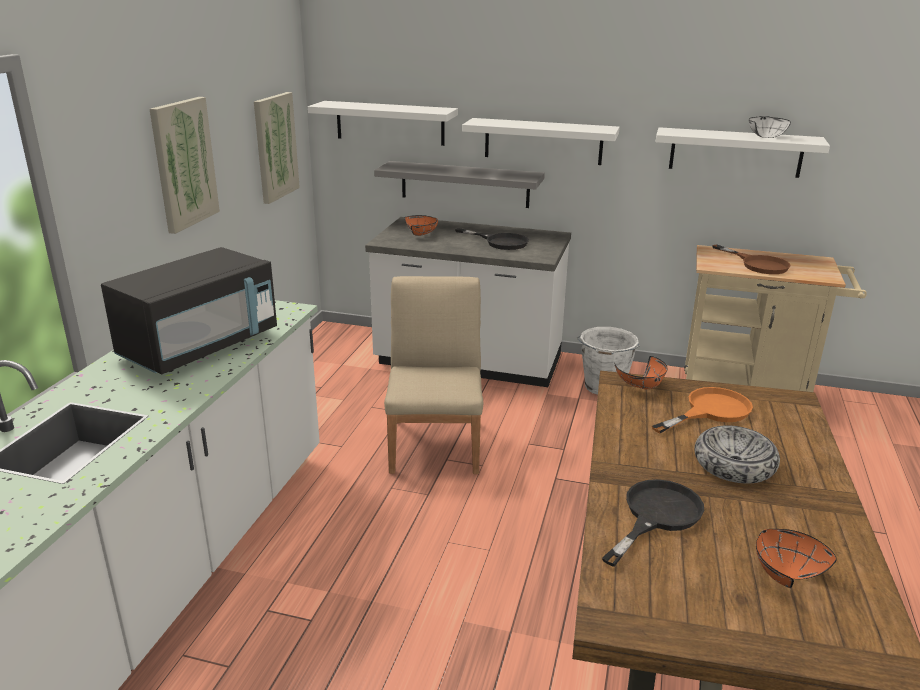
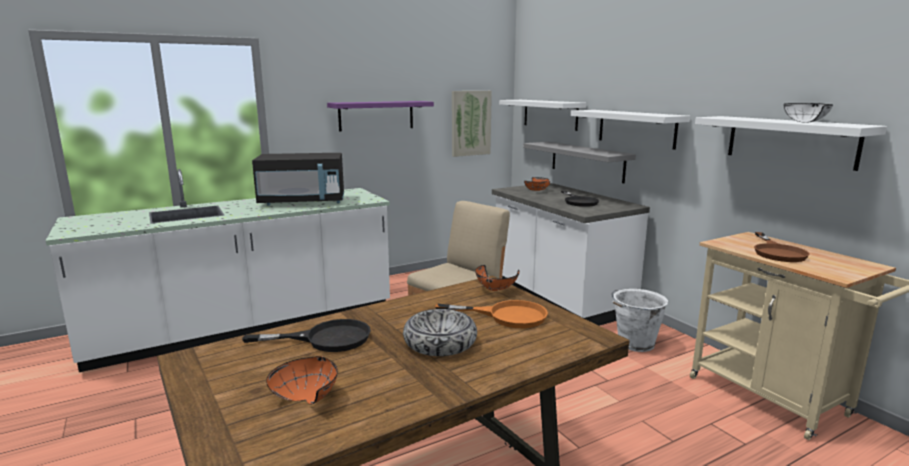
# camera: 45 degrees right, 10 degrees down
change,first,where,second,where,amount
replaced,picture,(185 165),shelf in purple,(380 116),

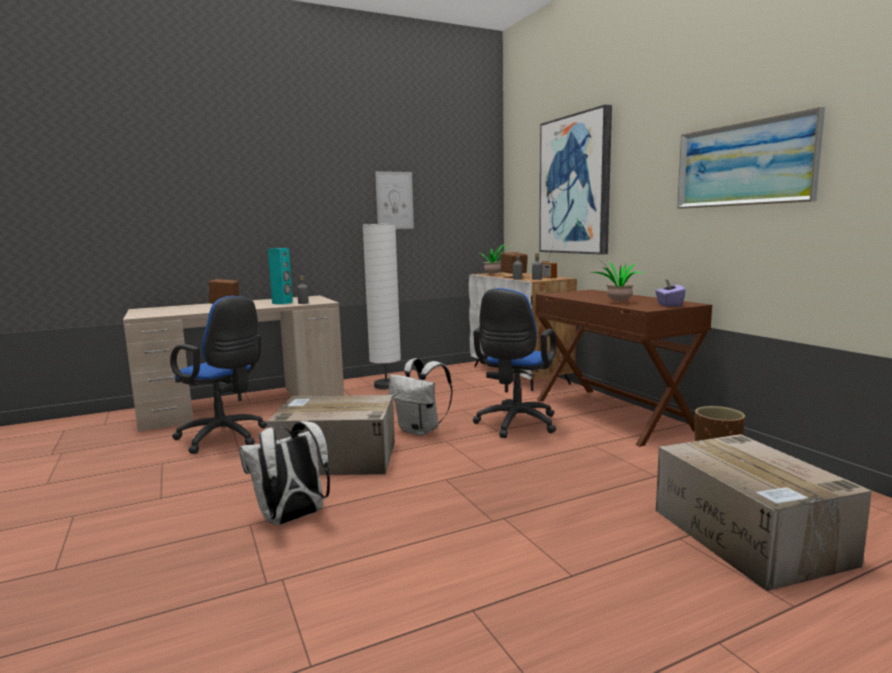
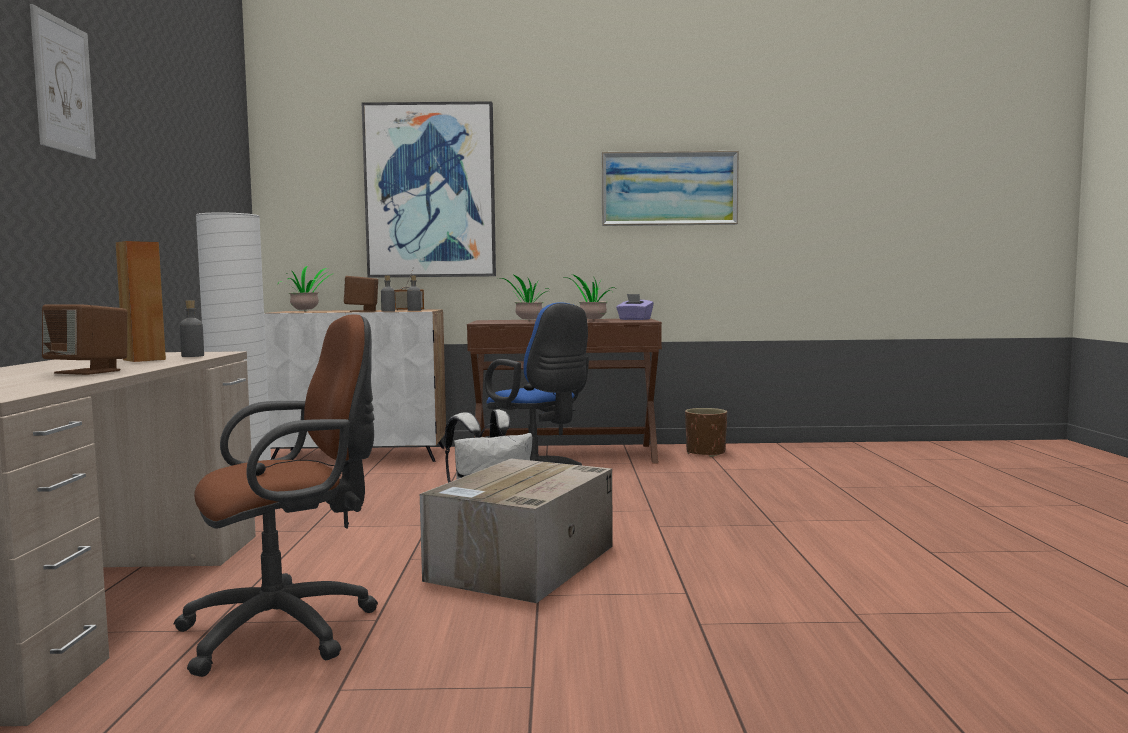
# camera: 65 degrees left, 5 degrees down
change,first,where,second,where,amount
moved,picture,(394 200),,(63 81),
recoloured,speaker in turquoise,(280 276),speaker in brown,(141 301),
recoloured,office chair in blue,(218 375),office chair in brown,(276 495),
removed,backpack in white,(284 473),,,
removed,cardboard box,(764 512),,,
added,,,potted plant,(525 297),

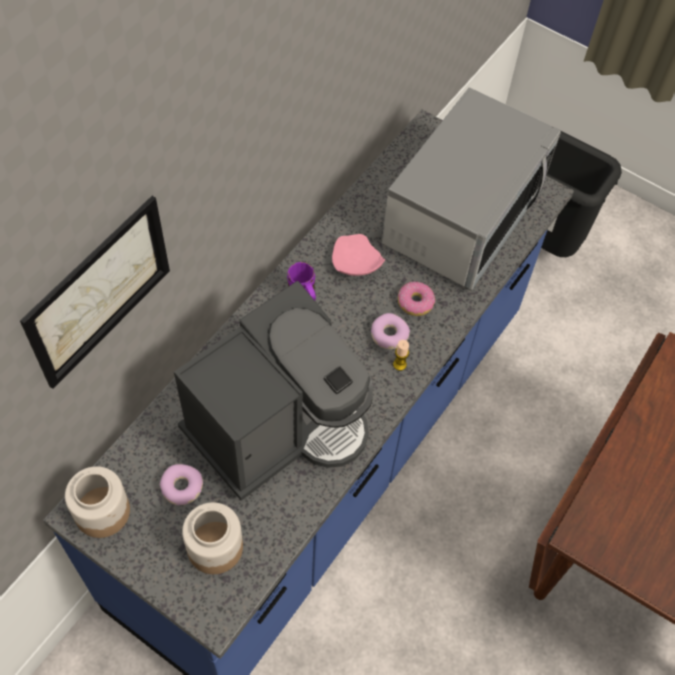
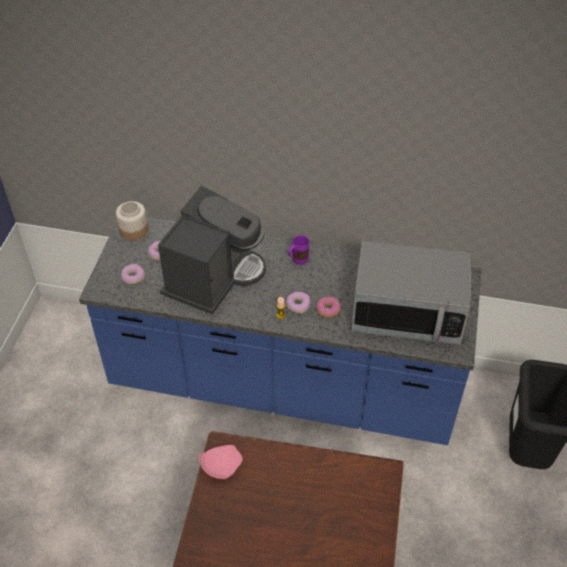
# camera: 70 degrees right, 10 degrees down
change,first,where,second,where,amount
removed,picture,(95 292),,,
moved,plate in pink,(358 255),,(220 462),
turned,coffee machine,(273 391),,(212 250),90 degrees counterclockwise
replaced,jar,(212 538),donut,(133 274),

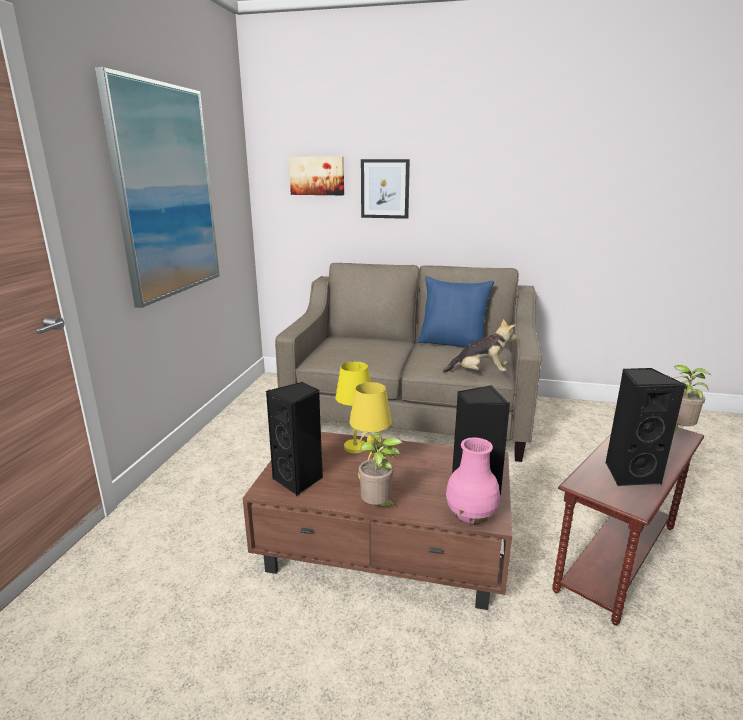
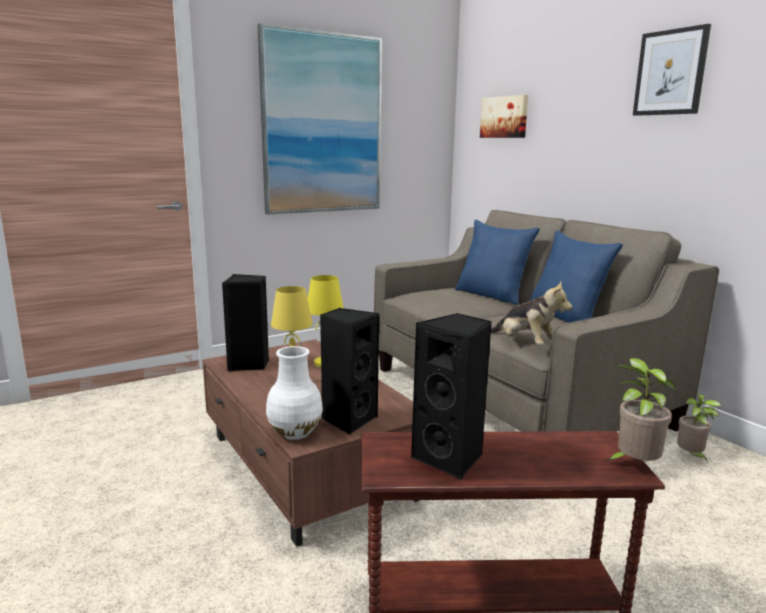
# camera: 45 degrees right, 5 degrees down
change,first,where,second,where,amount
moved,picture,(385 189),,(672 70),
moved,potted plant,(380 471),,(699 428),
recoloured,vase in pink,(473 481),vase in white,(294 393),
added,,,pillow in blue,(497 262),

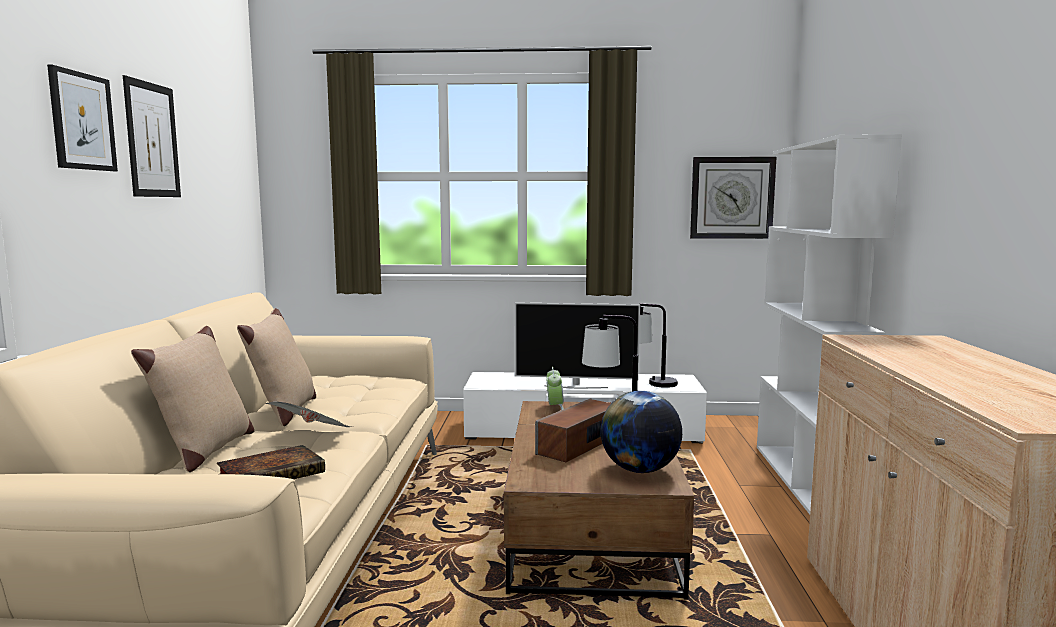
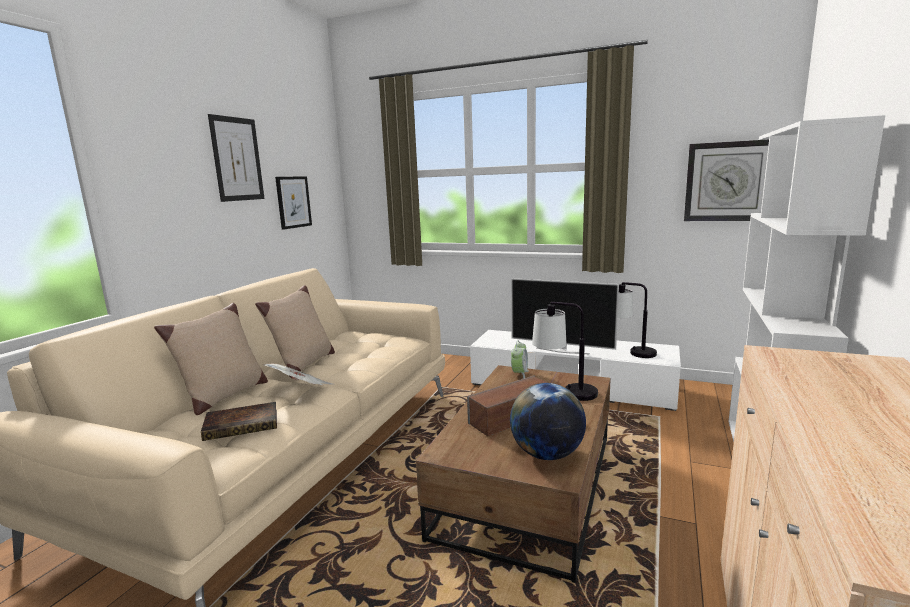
# camera: 20 degrees right, 5 degrees up
change,first,where,second,where,amount
moved,picture,(82 118),,(293 203),

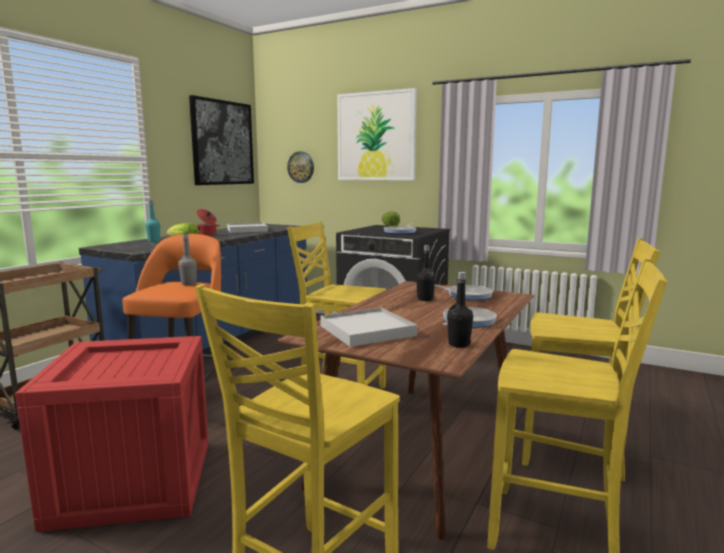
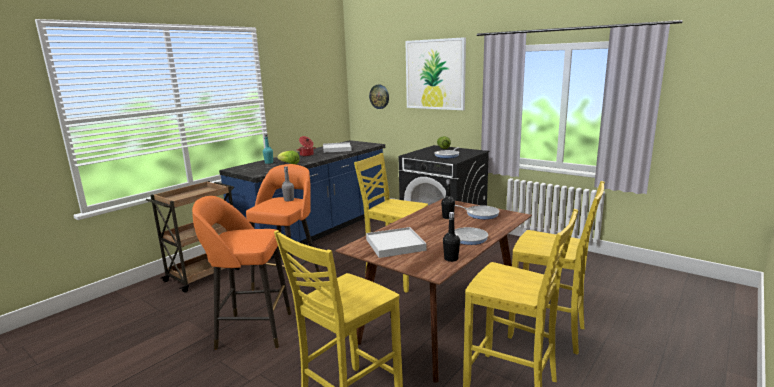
# camera: 10 degrees right, 5 degrees up
change,first,where,second,where,amount
removed,picture,(221 140),,,
replaced,crate,(112 434),stool in orange,(242 273),

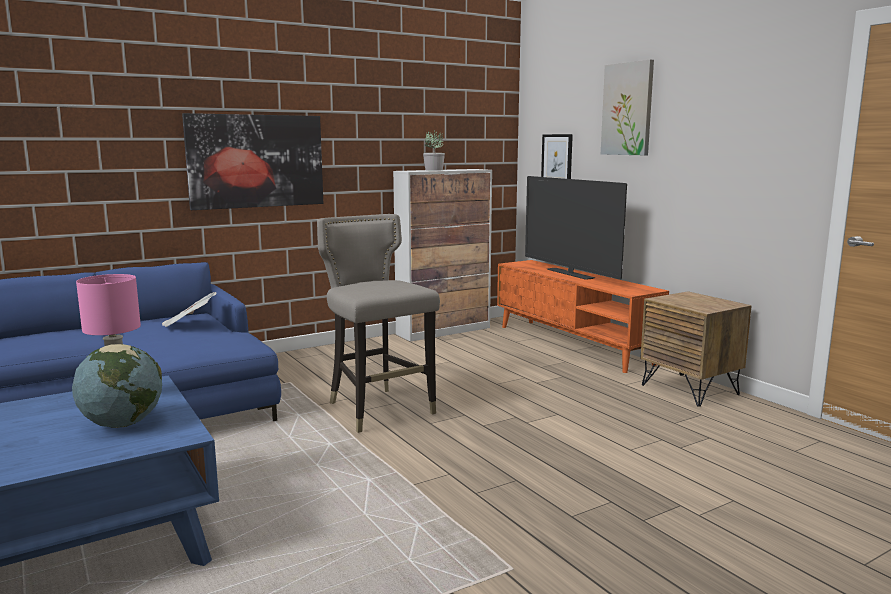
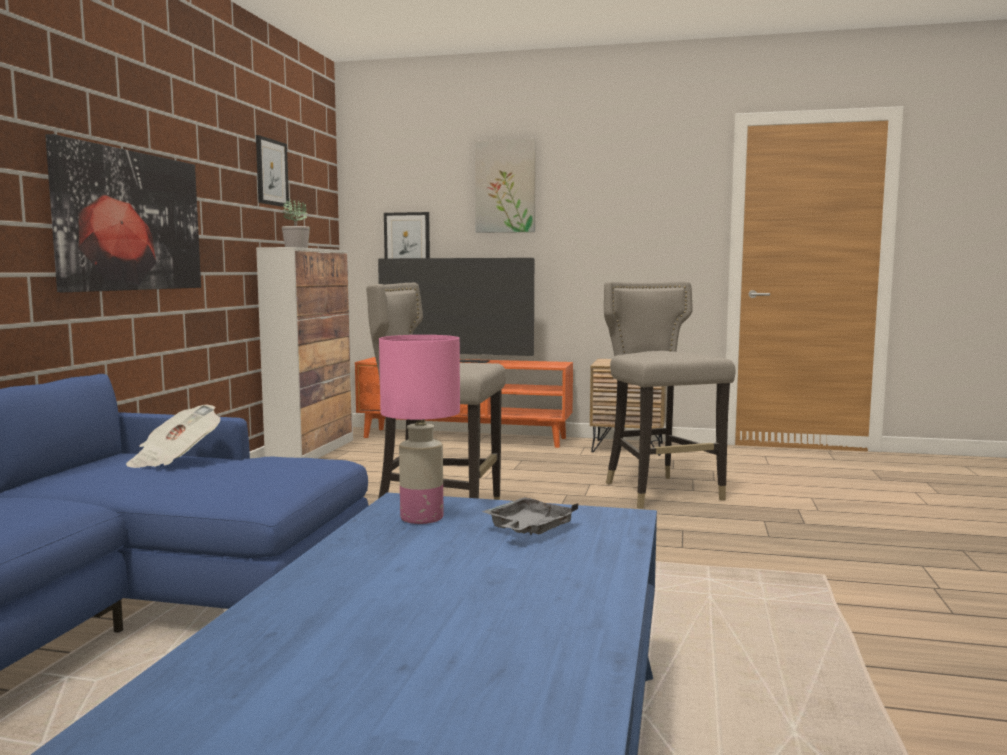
# camera: 45 degrees left, 5 degrees down
change,first,where,second,where,amount
replaced,globe,(117 386),tray in grey,(530 516),
added,,,picture,(272 171),
added,,,stool in grey,(670 395),

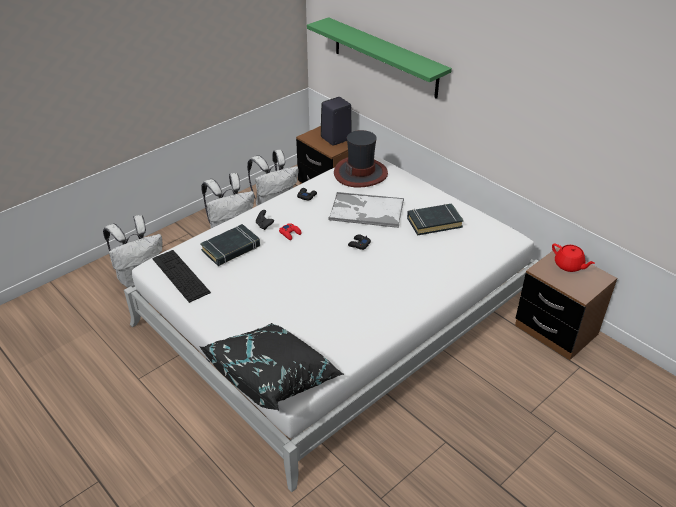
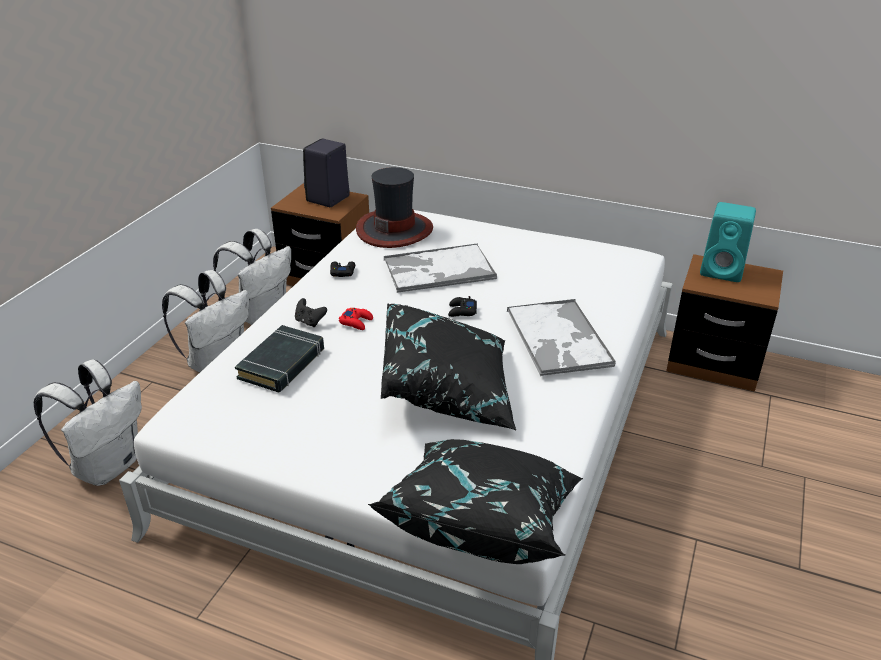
# camera: 25 degrees left, 5 degrees down
change,first,where,second,where,amount
removed,shelf in green,(379 58),,,
removed,book in black,(435 219),,,
replaced,teapot in red,(573 257),speaker in turquoise,(728 242),
removed,keyboard,(181 276),,,
added,,,tray,(561 337),
added,,,pillow in black,(448 367),

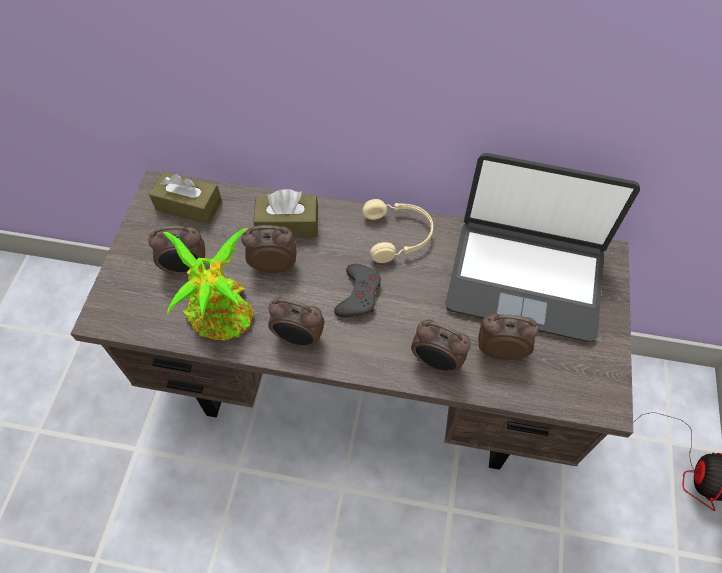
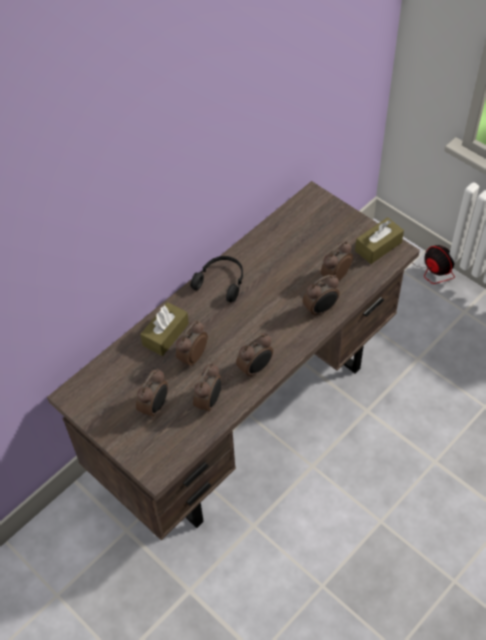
# camera: 55 degrees left, 5 degrees down
change,first,where,second,where,amount
removed,laptop,(543 247),,,
moved,tissue box in brown,(185 197),,(379 240),
recoloured,headphones in beige,(397 231),headphones in black,(216 279),
replaced,potted plant,(208 284),alarm clock,(207 388),
removed,game controller in grey,(357 290),,,

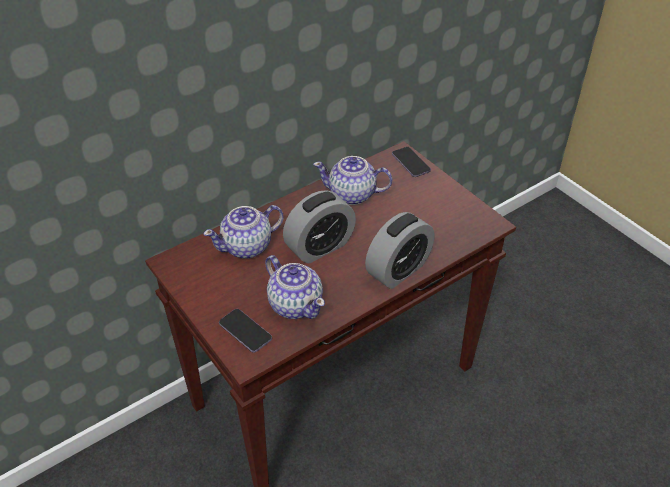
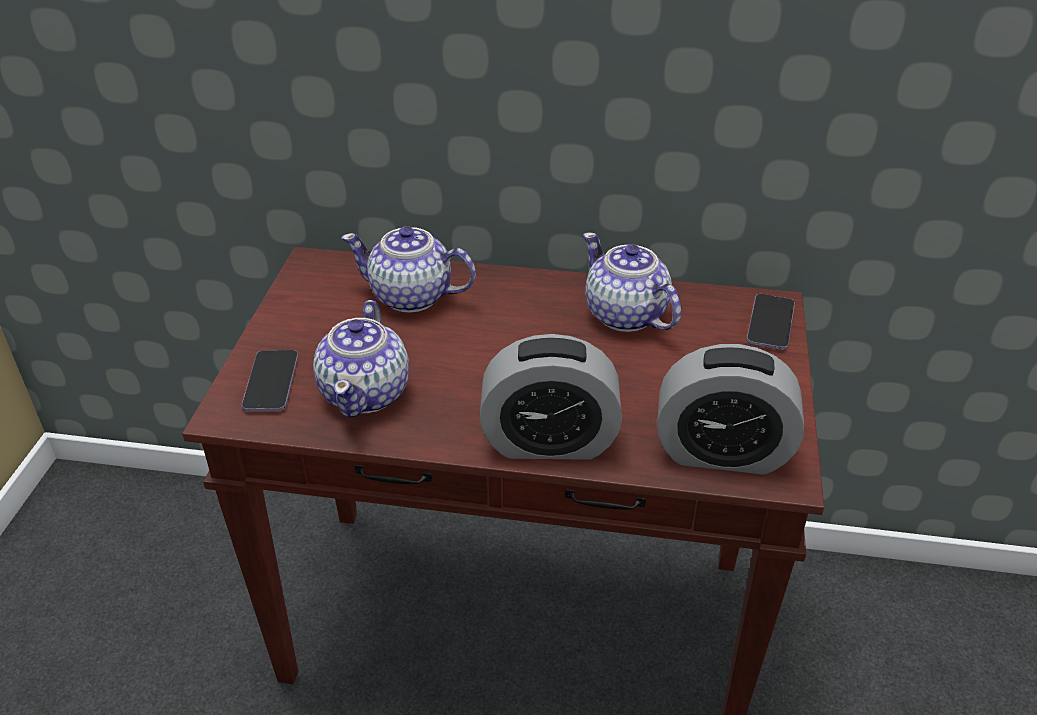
# camera: 45 degrees right, 5 degrees down
change,first,where,second,where,amount
moved,alarm clock,(319 226),,(730 409),

